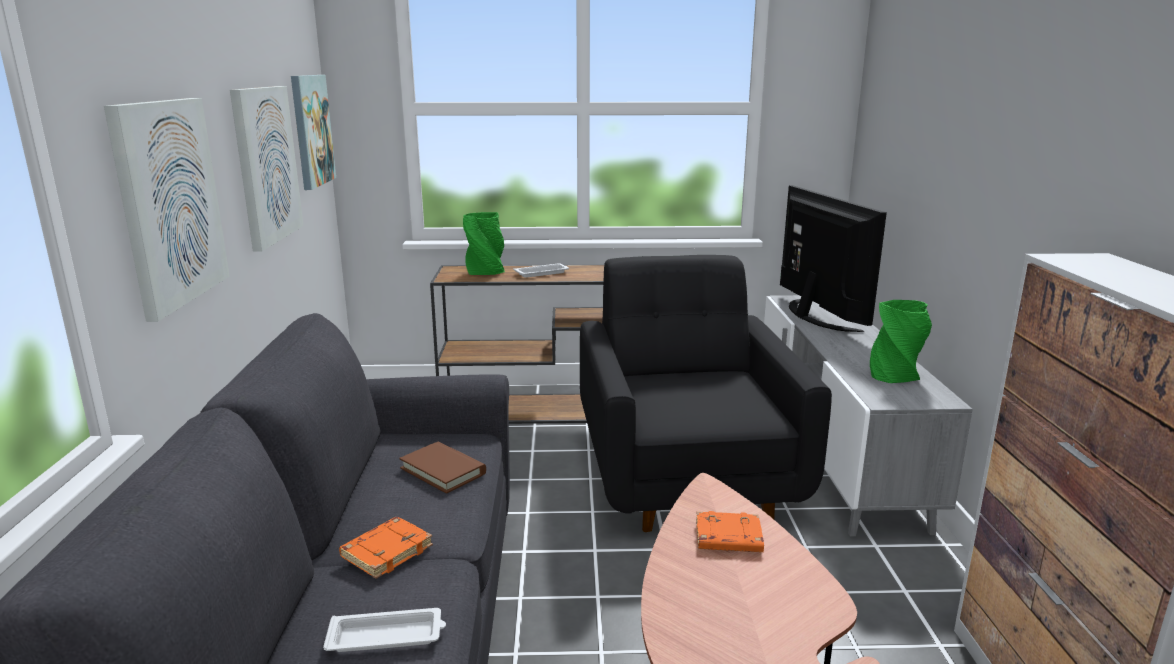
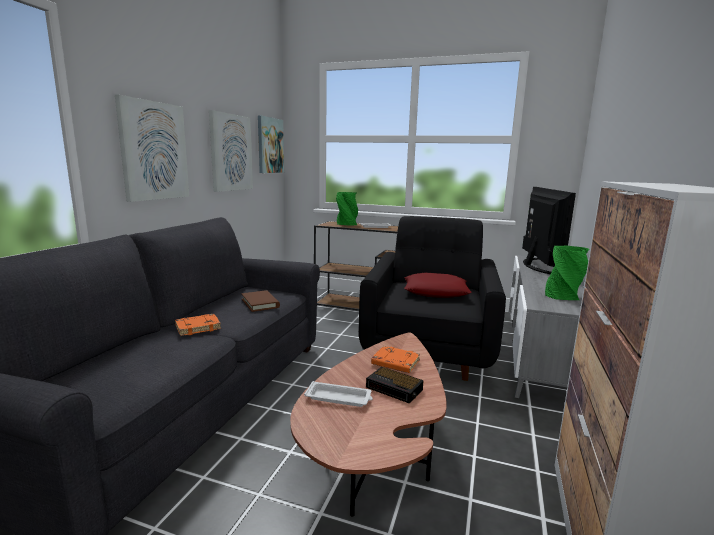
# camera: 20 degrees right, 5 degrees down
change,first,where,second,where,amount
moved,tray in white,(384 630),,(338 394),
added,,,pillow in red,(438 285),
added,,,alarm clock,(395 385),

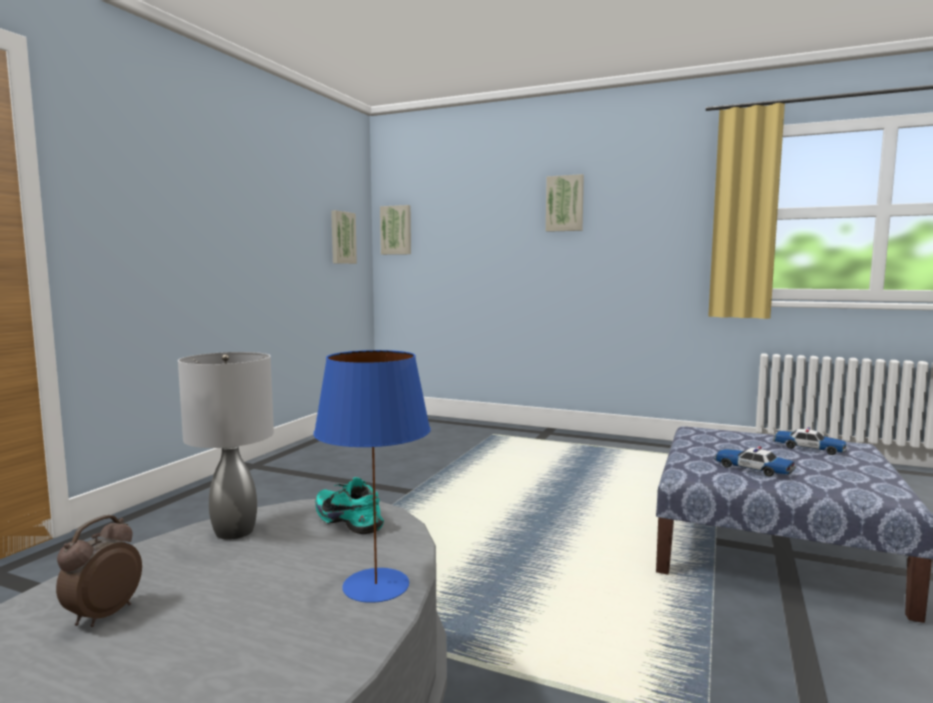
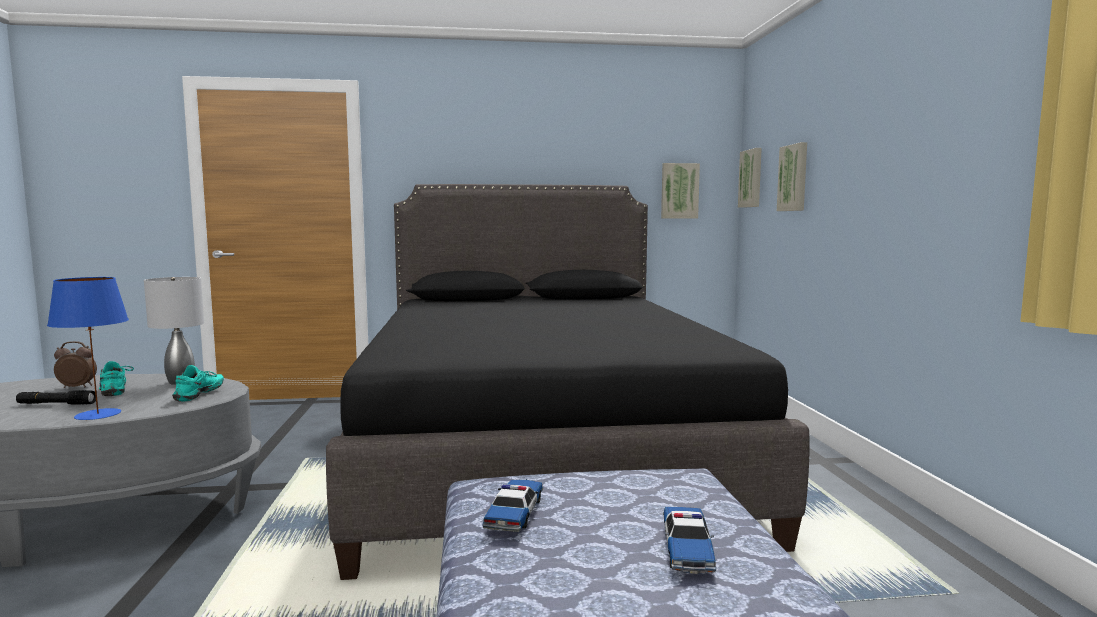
# camera: 60 degrees right, 0 degrees up
change,first,where,second,where,amount
moved,picture,(565 203),,(792 176),
added,,,bed in black,(568 382),
added,,,shoe in turquoise,(116 378),
added,,,flashlight in black,(56 397),

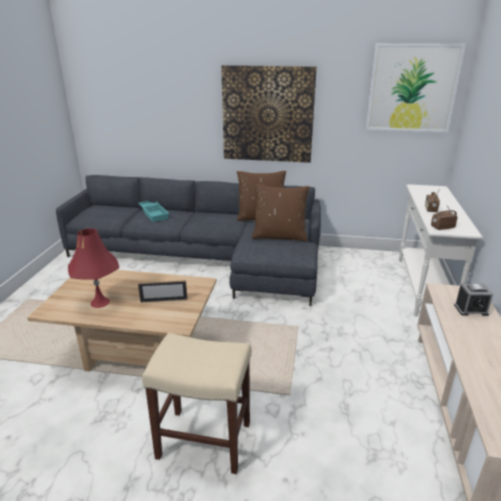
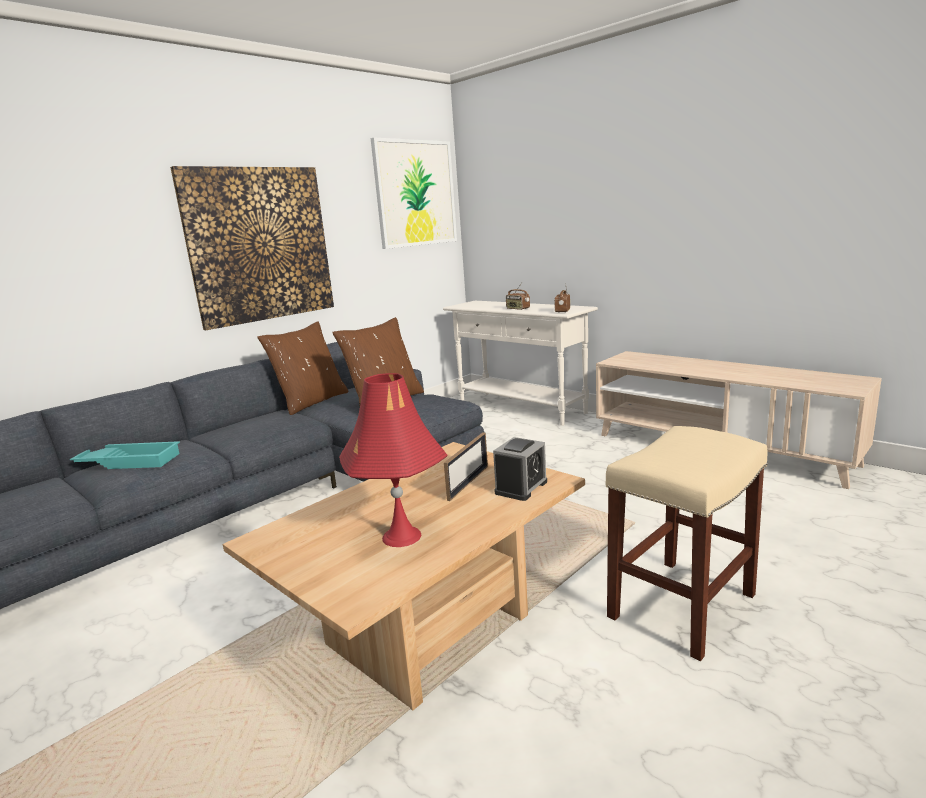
# camera: 55 degrees left, 10 degrees down
change,first,where,second,where,amount
moved,alarm clock,(473 300),,(520 469),

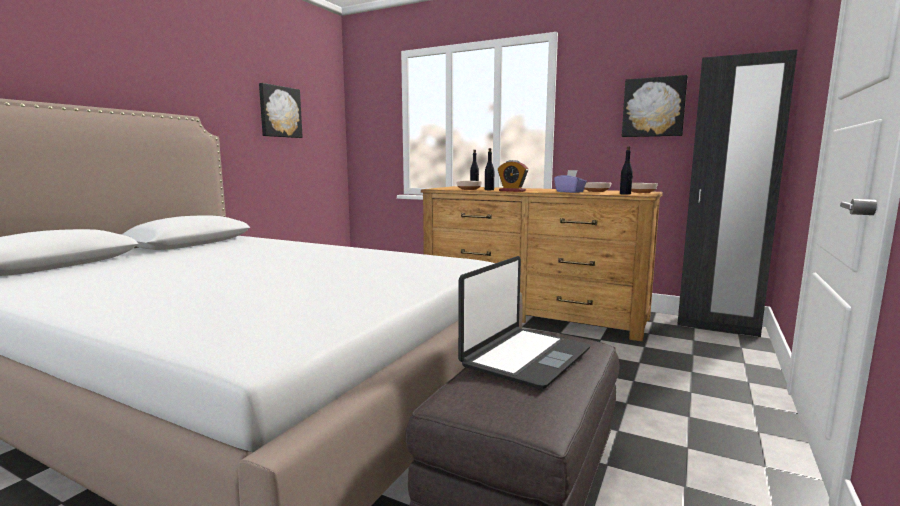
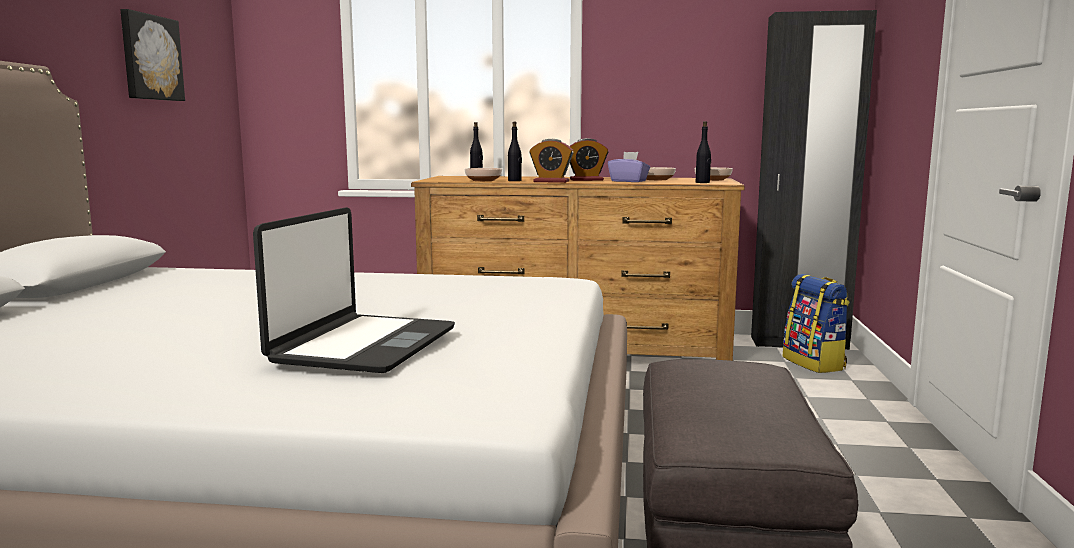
# camera: 20 degrees left, 0 degrees up
change,first,where,second,where,amount
removed,picture,(655 106),,,
moved,laptop,(524 322),,(354 290),
added,,,alarm clock,(589 159),
added,,,backpack,(816 323),

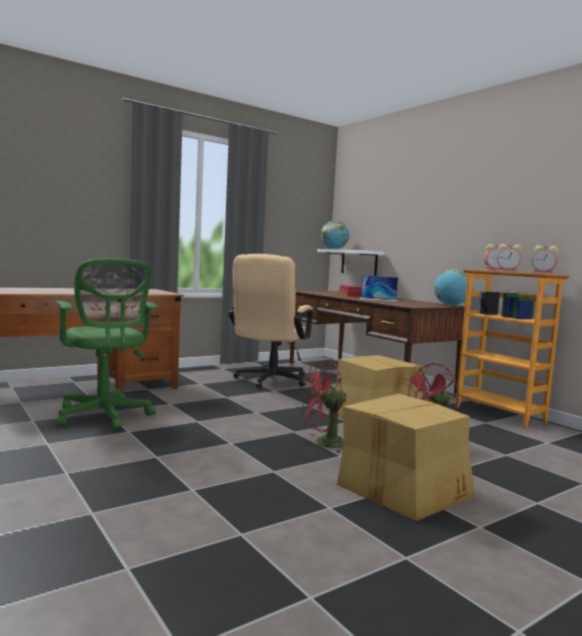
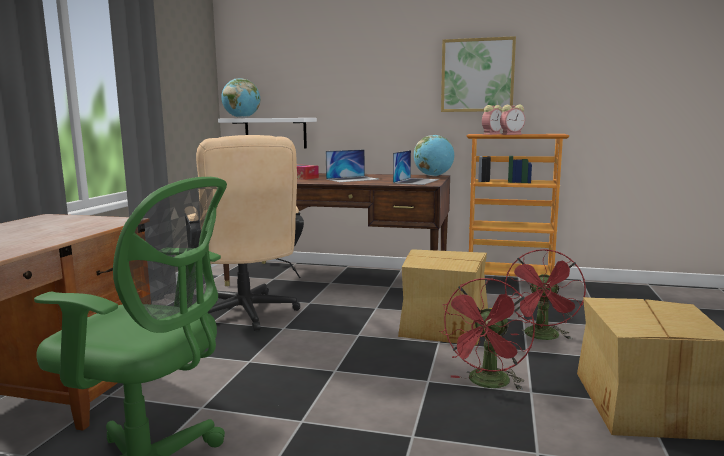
# camera: 40 degrees left, 5 degrees up
change,first,where,second,where,amount
removed,alarm clock,(545 259),,,
added,,,picture,(478 74),
added,,,laptop,(416 167),

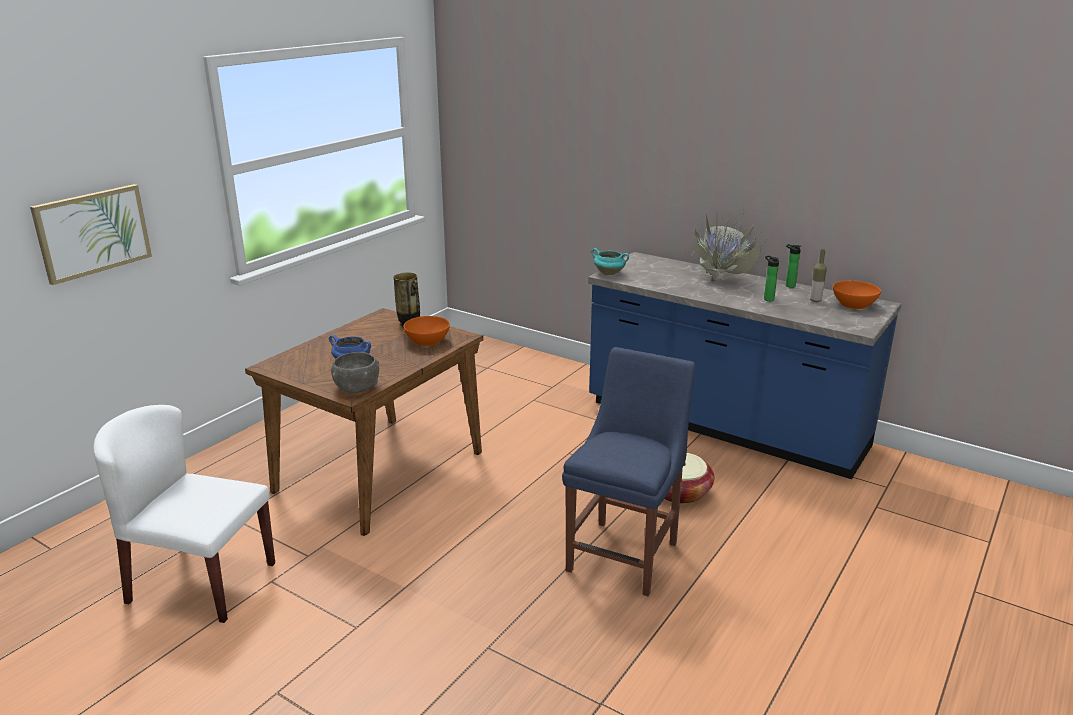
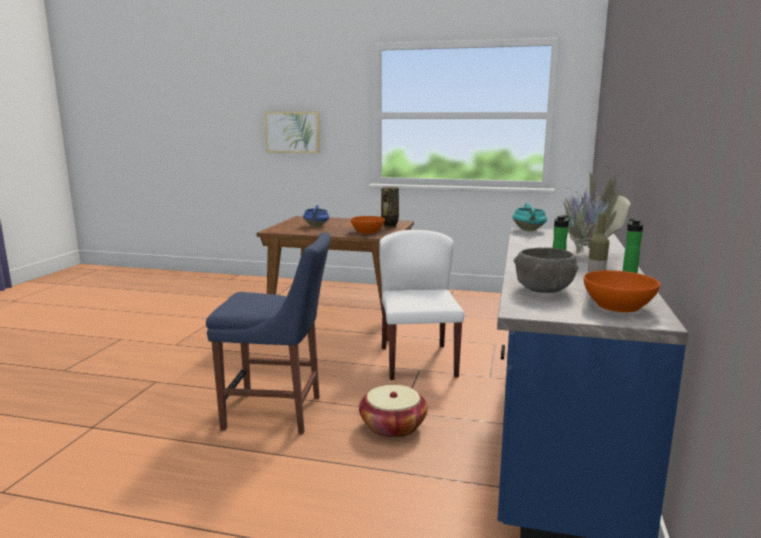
# camera: 70 degrees right, 10 degrees down
change,first,where,second,where,amount
moved,bowl in grey,(355 372),,(546 270),
moved,chair in white,(184 514),,(421 305),

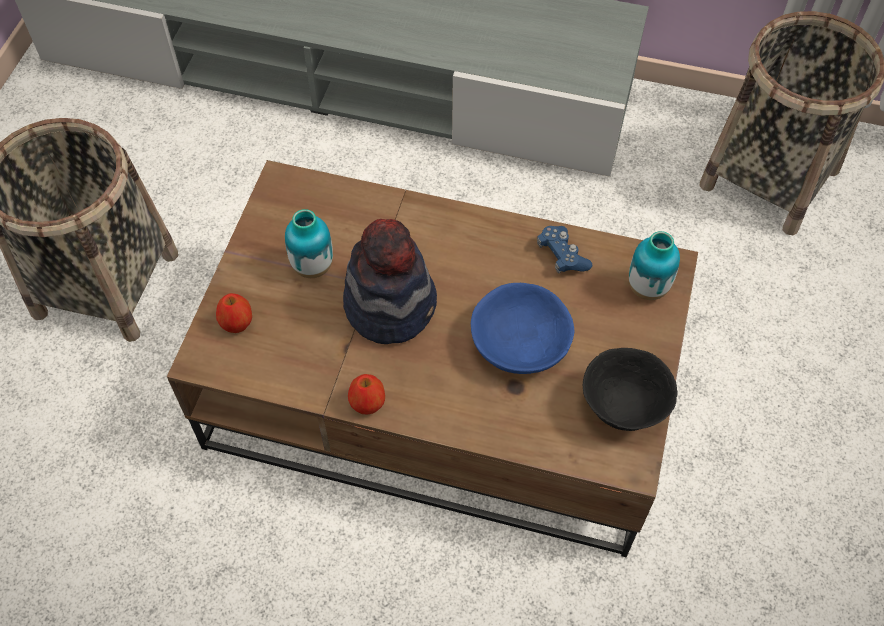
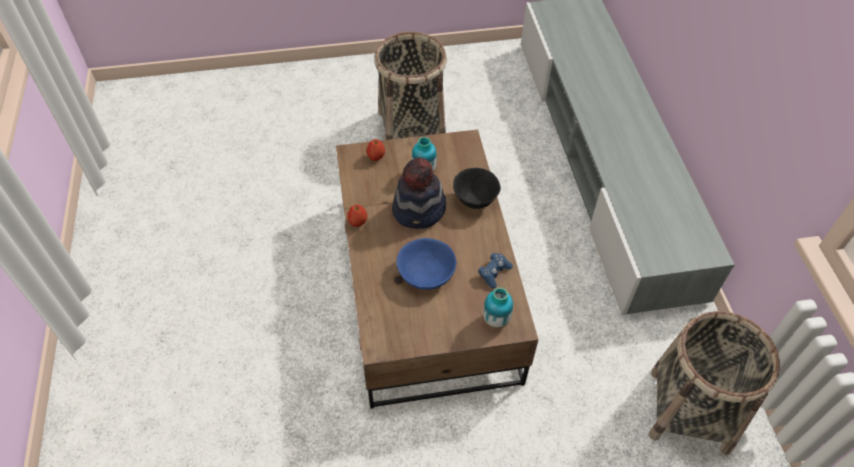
# camera: 65 degrees right, 5 degrees down
change,first,where,second,where,amount
moved,bowl in black,(630 389),,(477 188),

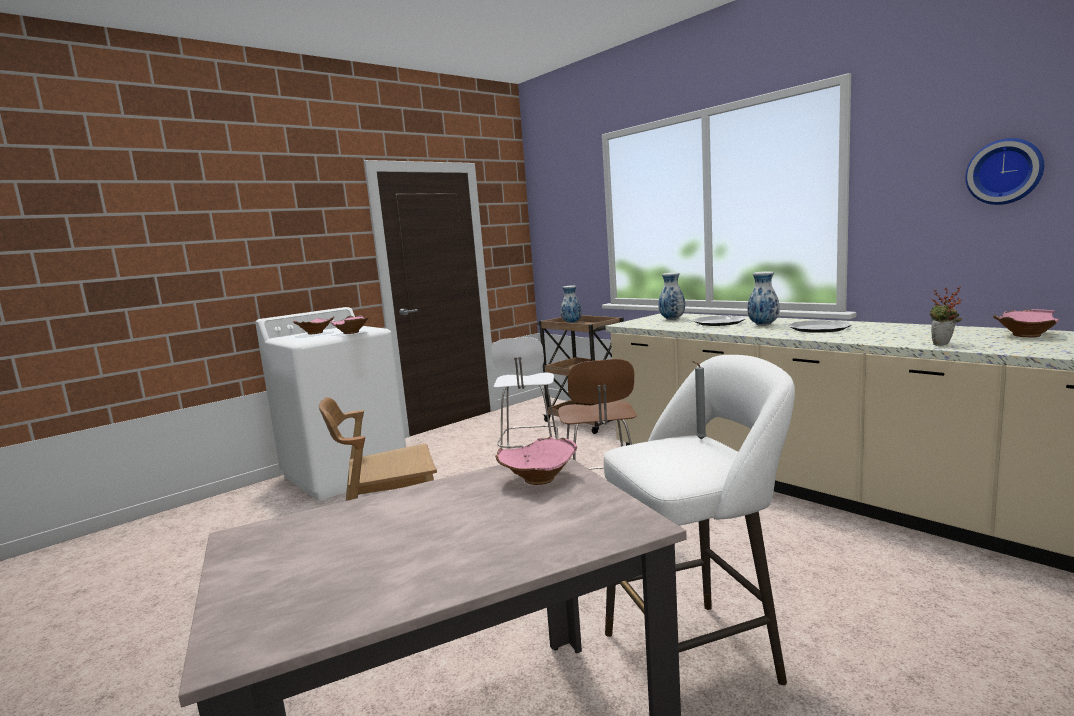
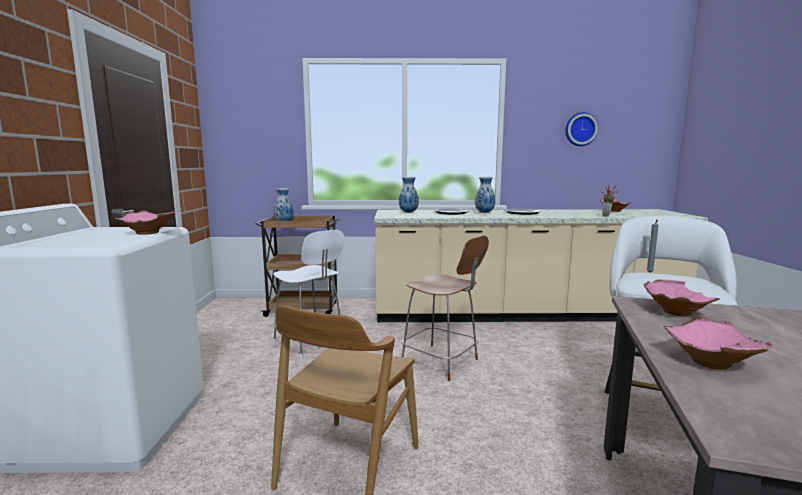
# camera: 50 degrees left, 0 degrees up
change,first,where,second,where,amount
moved,bowl in pink,(313 325),,(717 343),

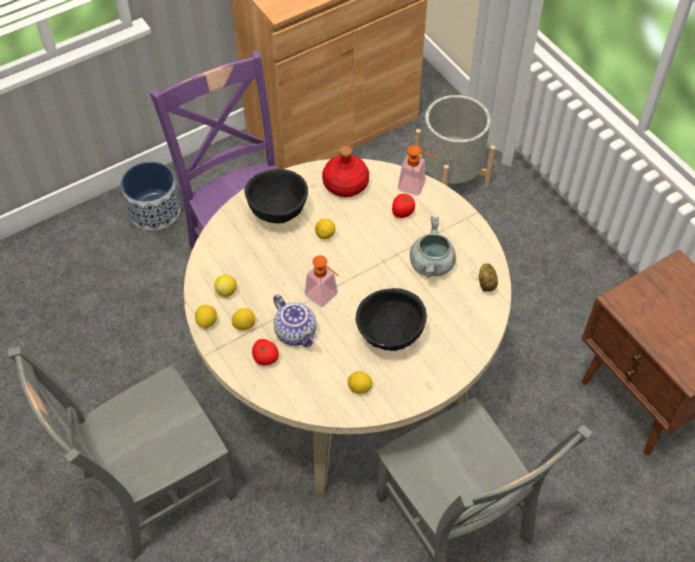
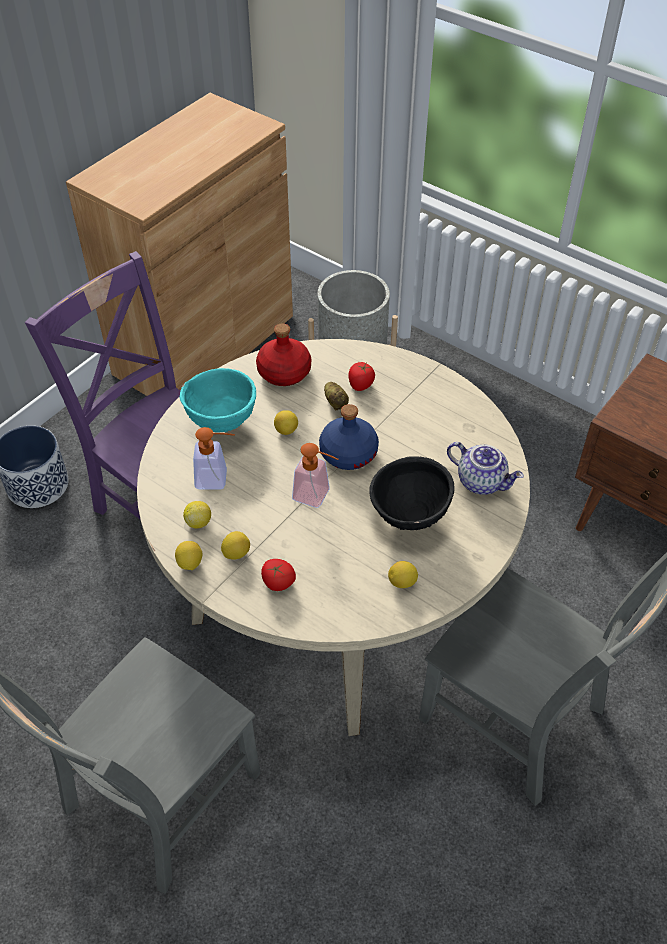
# camera: 20 degrees left, 5 degrees down
change,first,where,second,where,amount
moved,soap dispenser,(417 170),,(214 458),
recoloured,bowl in black,(276 196),bowl in turquoise,(218 400),
removed,cooking pot in grey,(433 247),,,
moved,potato,(488 277),,(336 396),
moved,teapot,(295 321),,(485 468),
added,,,bottle in blue,(349 437),

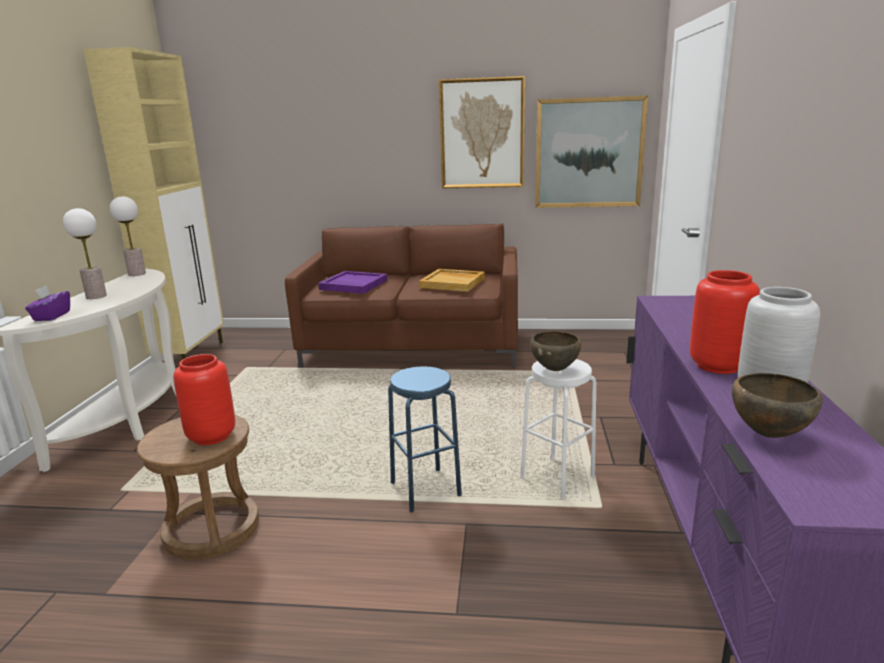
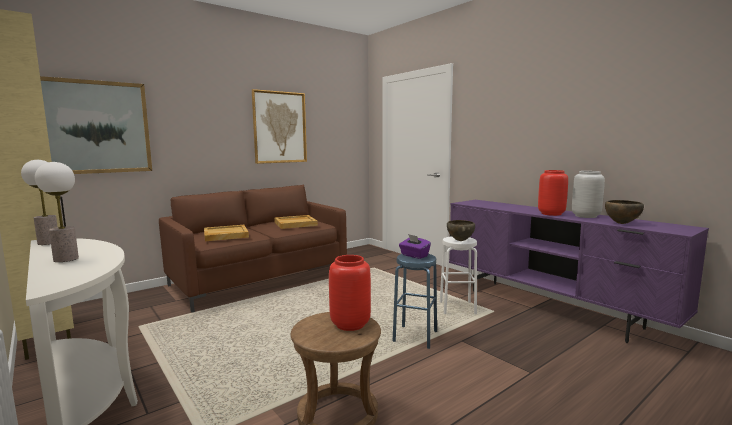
# camera: 45 degrees left, 10 degrees down
change,first,where,second,where,amount
moved,picture,(591 151),,(96 125),
recoloured,tray in purple,(353 282),tray in beige,(226 233),
moved,tissue box in purple,(47 303),,(415 246),

